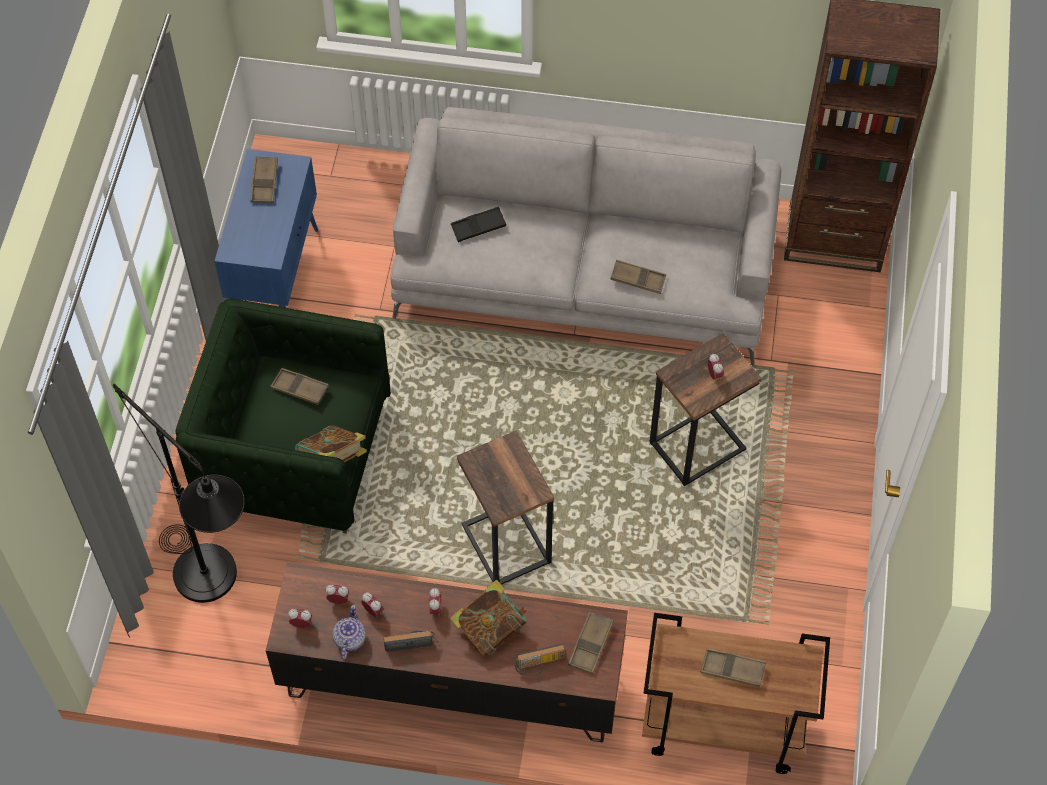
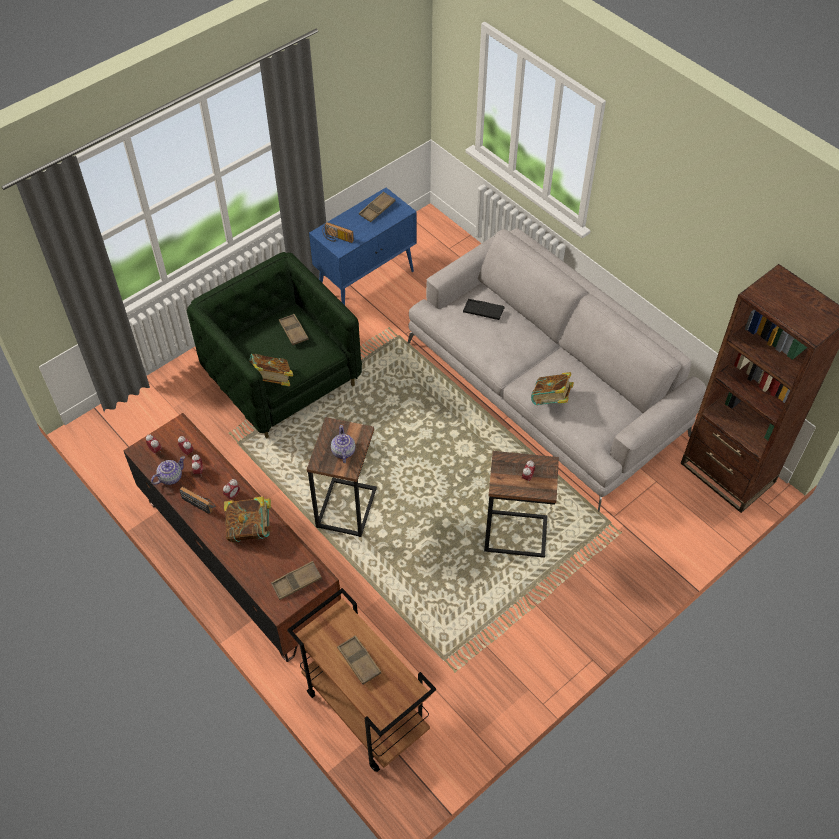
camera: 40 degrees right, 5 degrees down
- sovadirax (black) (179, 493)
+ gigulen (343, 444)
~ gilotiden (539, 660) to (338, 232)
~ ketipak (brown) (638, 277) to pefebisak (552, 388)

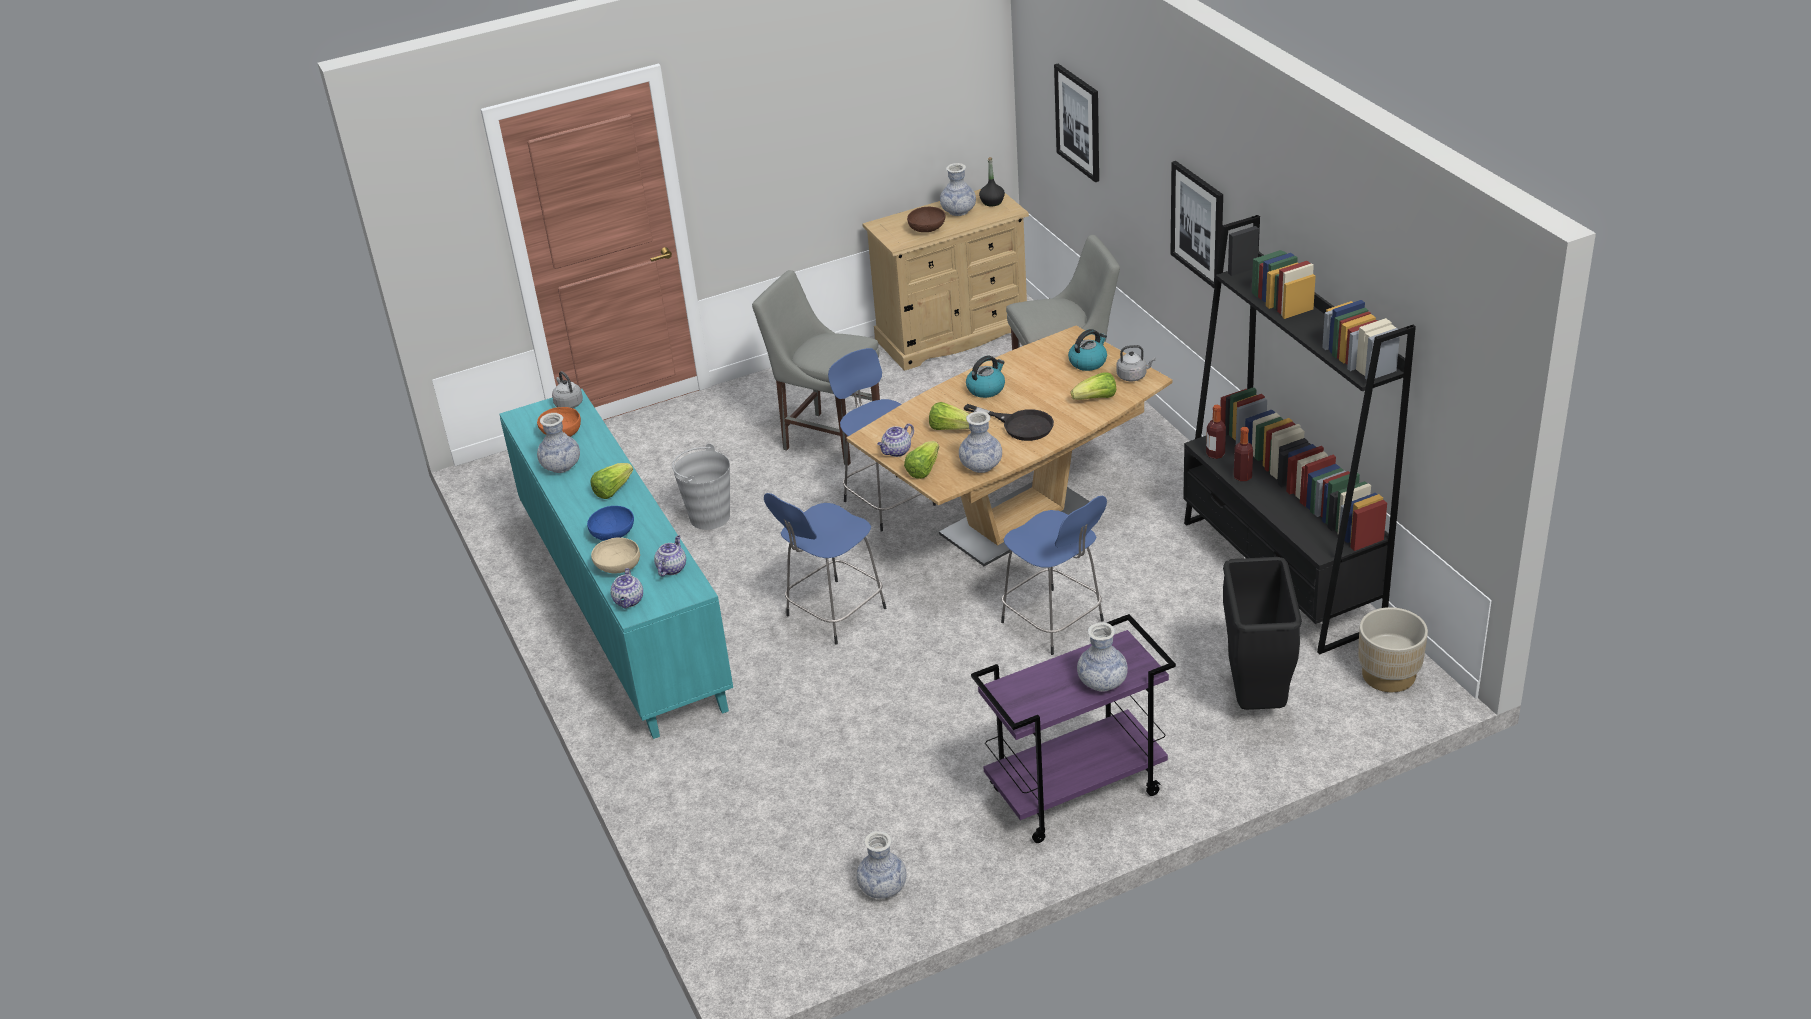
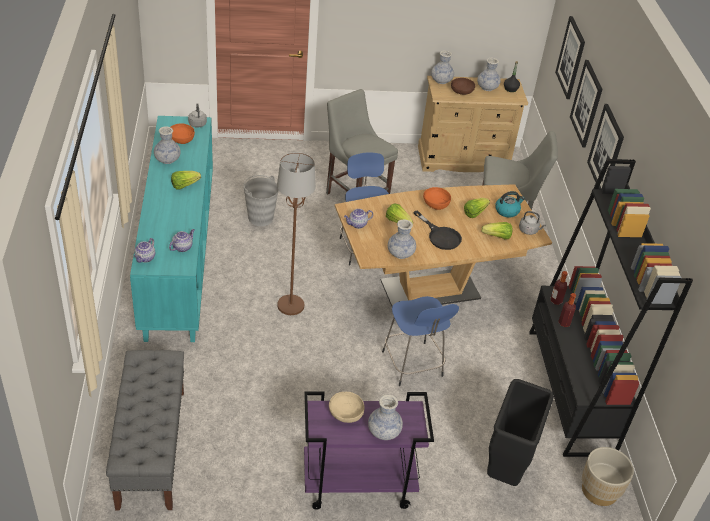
camera: 15 degrees right, 5 degrees up
- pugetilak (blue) (610, 523)
+ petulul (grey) (145, 430)
+ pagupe (586, 103)
~ pugetilak (beige) (615, 555) to (347, 407)
~ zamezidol (882, 865) to (442, 67)
~ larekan (921, 460) to (477, 208)
~ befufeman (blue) (825, 569) to sovadirax (brown) (296, 233)
~ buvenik (985, 377) to pugetilak (orange) (437, 198)

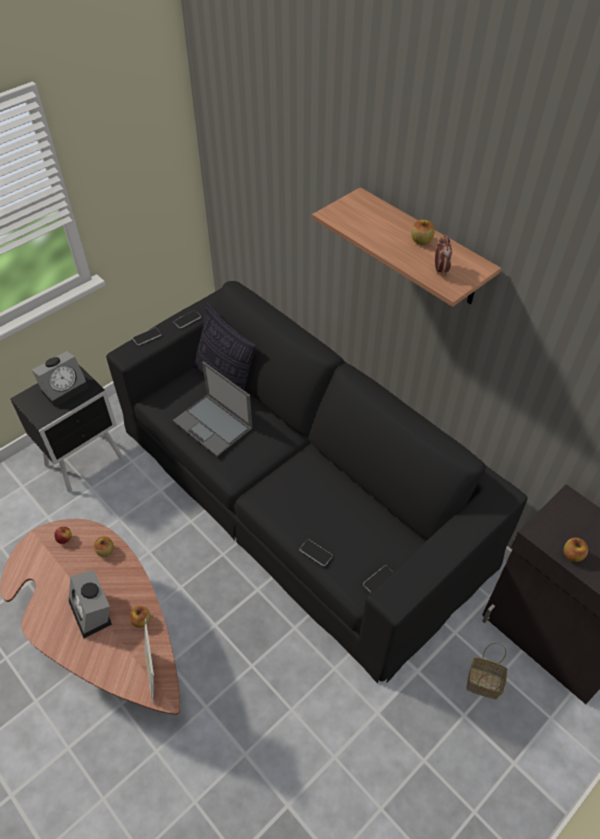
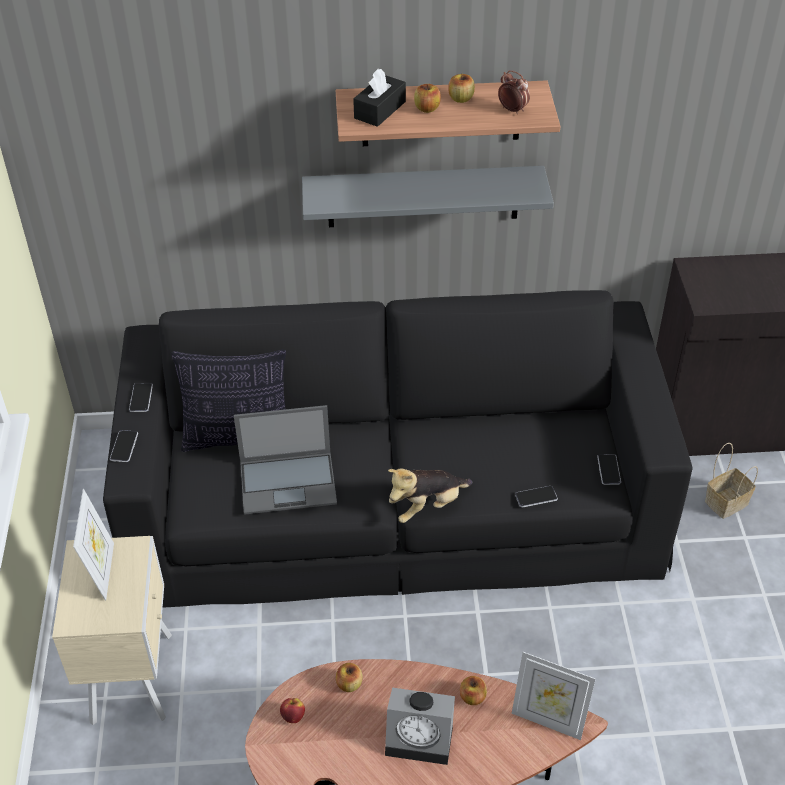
camera: 50 degrees left, 5 degrees down
+ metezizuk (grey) (428, 196)
+ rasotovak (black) (379, 98)
+ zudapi (430, 495)
~ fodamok (576, 550) to (427, 98)
~ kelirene (60, 379) to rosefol (93, 545)
~ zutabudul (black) (66, 428) to zutabudul (beige) (112, 630)

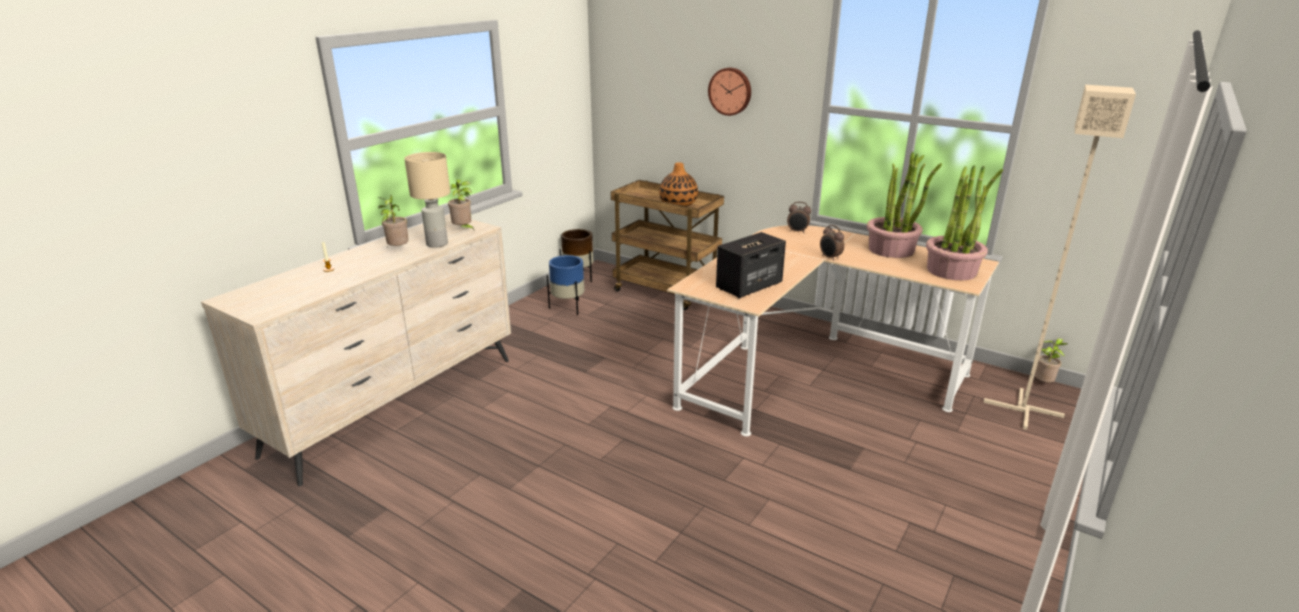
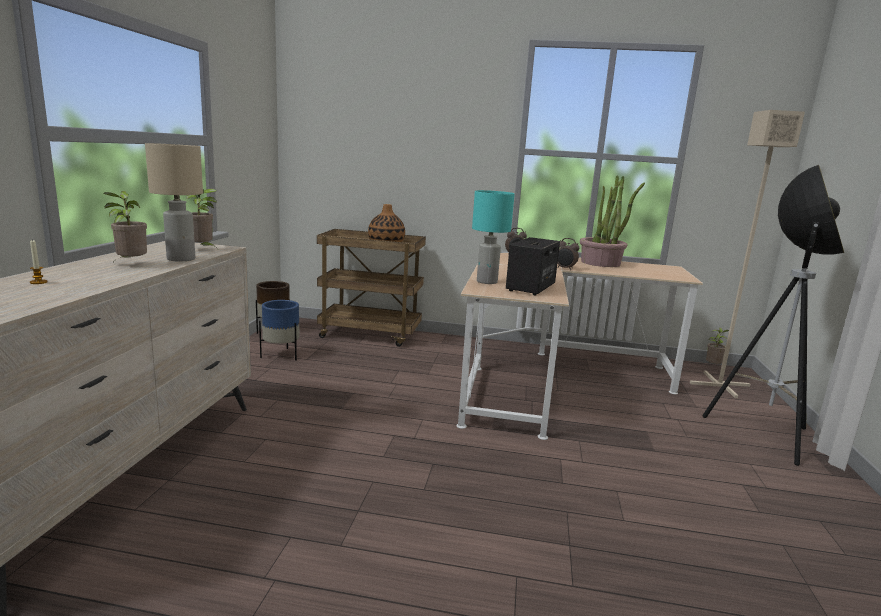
camera: 25 degrees left, 10 degrees down
- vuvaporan (729, 92)
- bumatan (964, 223)
+ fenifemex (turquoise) (493, 237)
+ sovadirax (773, 315)

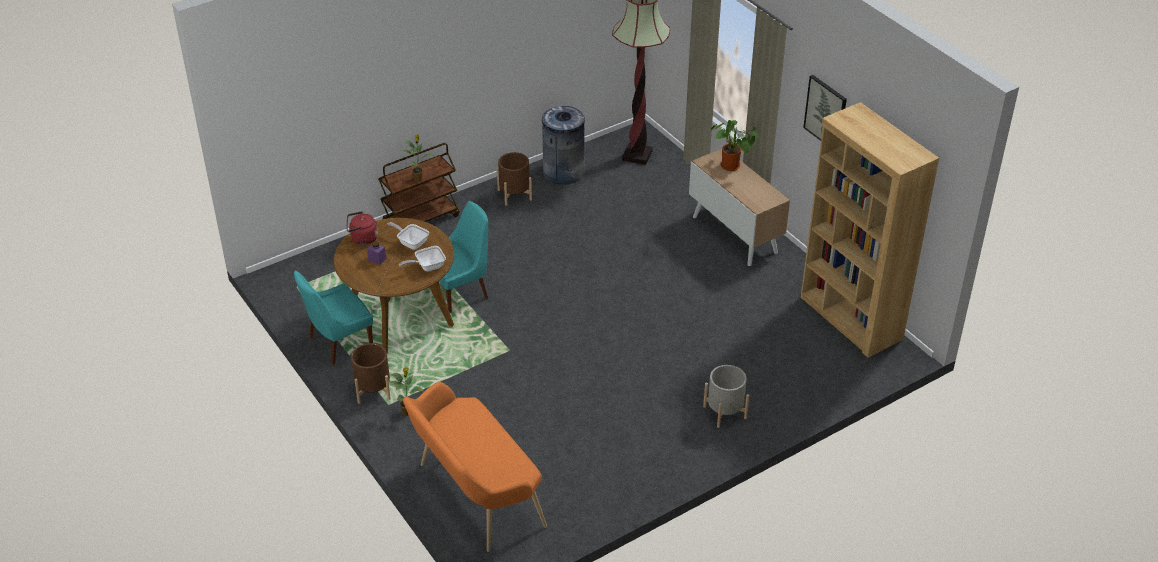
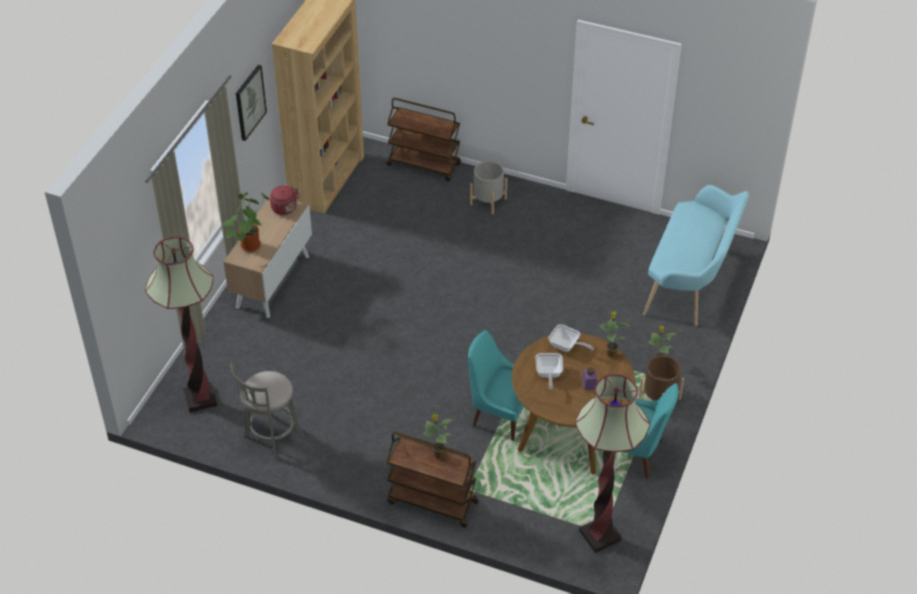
camera: 125 degrees left, 5 degrees up
- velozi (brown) (514, 179)
+ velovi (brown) (424, 140)
+ sovadirax (612, 463)
+ bumatan (614, 334)
~ buvenik (red) (362, 228) to (285, 200)
~ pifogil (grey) (563, 145) to befufeman (grey) (266, 410)
~ petulul (orange) (475, 467) to petulul (turquoise) (696, 255)

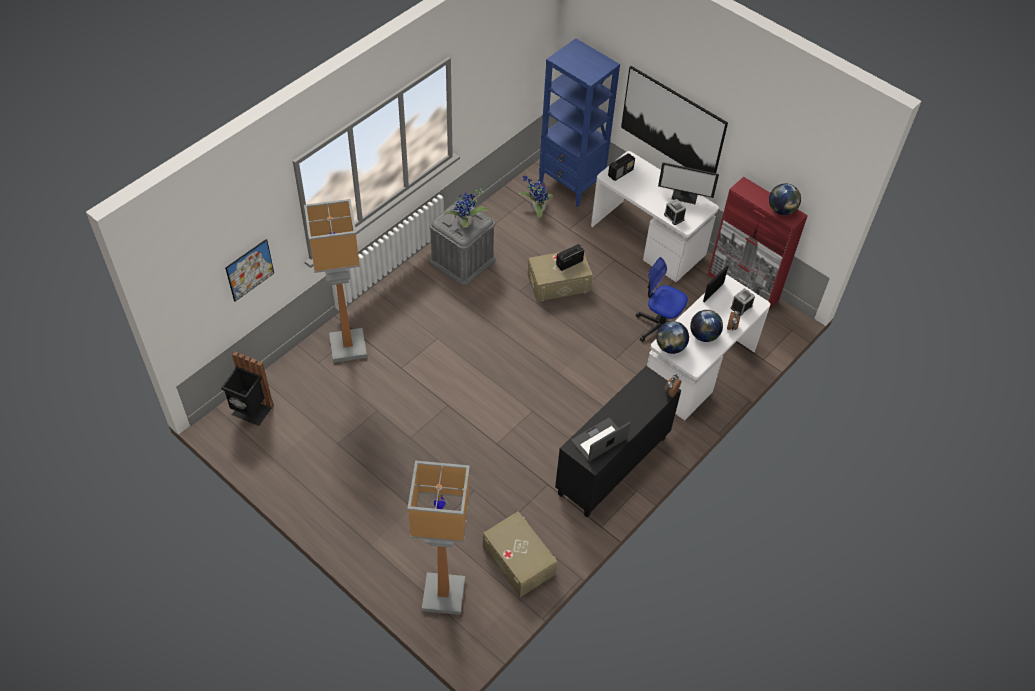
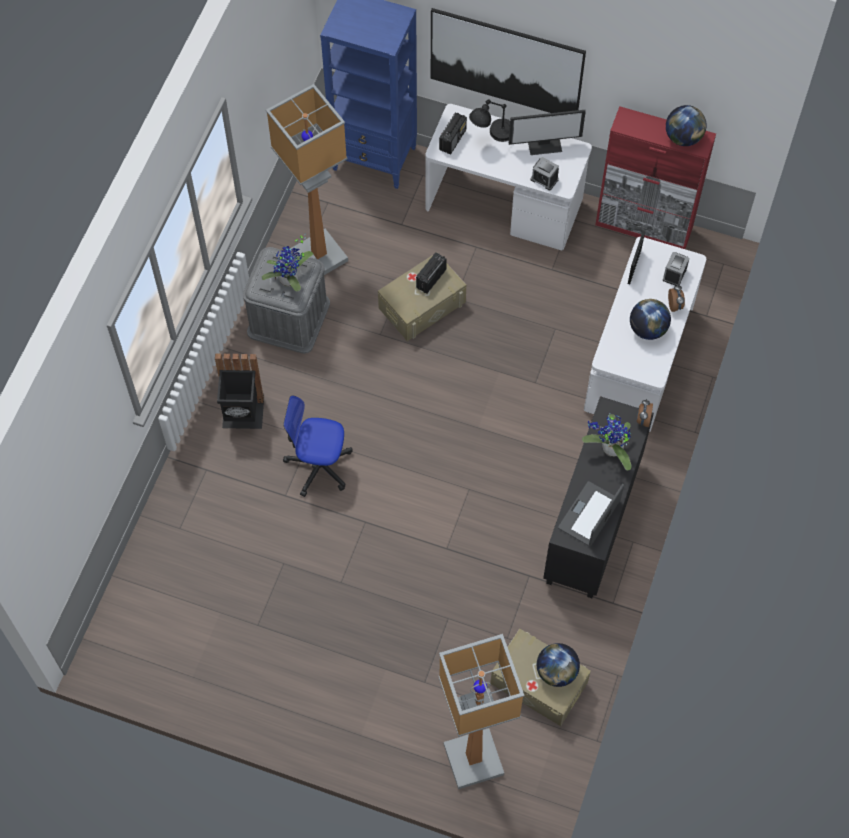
camera: 20 degrees left, 10 degrees up
- pagupe (249, 270)
+ fenifemex (black) (489, 120)
~ pifogil (black) (247, 388) to (239, 391)
~ sovadirax (335, 281) to (307, 179)
~ bumatan (536, 197) to (607, 441)
~ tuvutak (662, 299) to (318, 446)
~ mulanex (672, 337) to (558, 665)

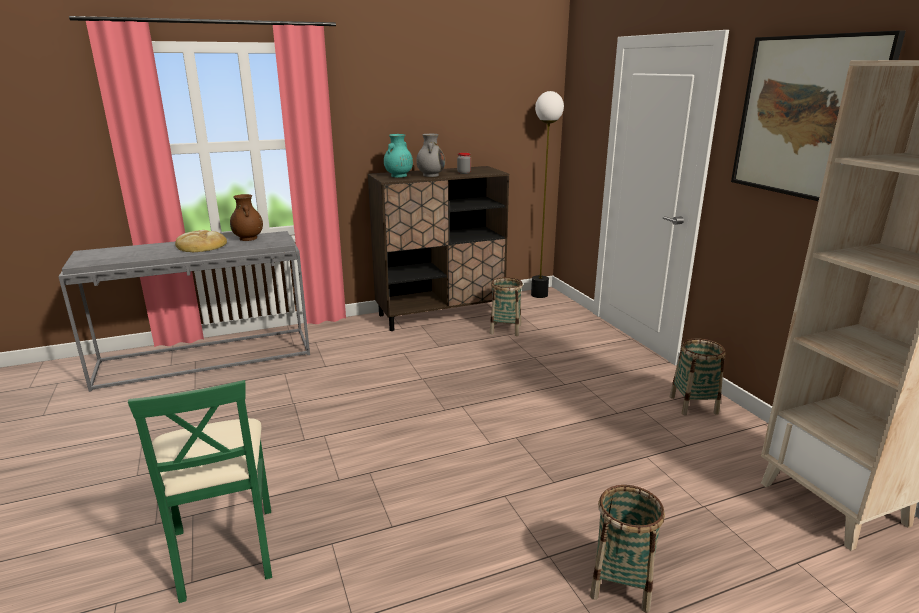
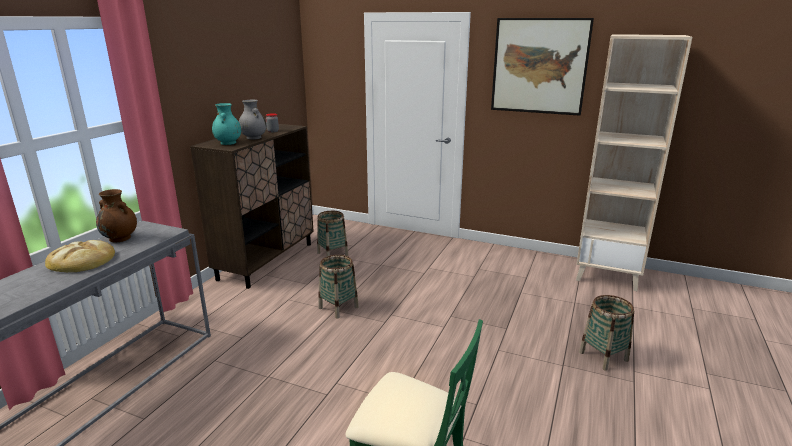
camera: 45 degrees left, 0 degrees up
- sovadirax (547, 194)
~ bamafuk (697, 376) to (338, 287)

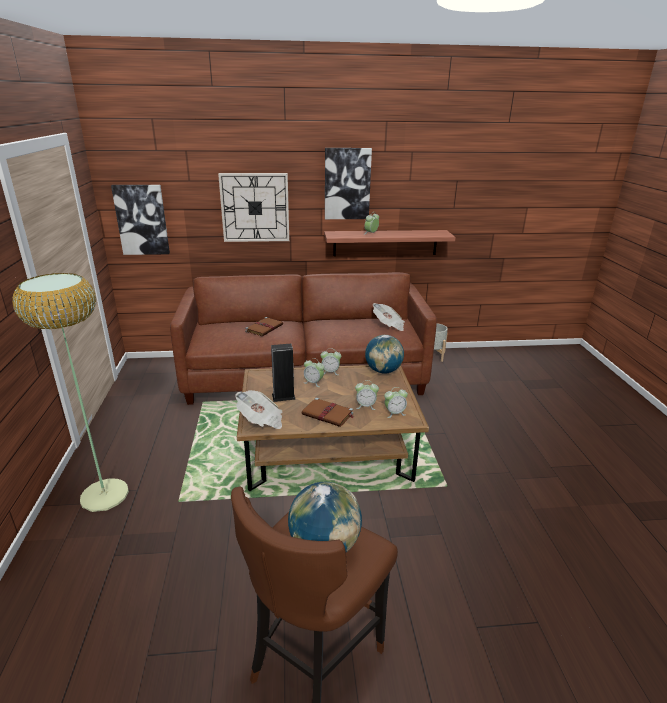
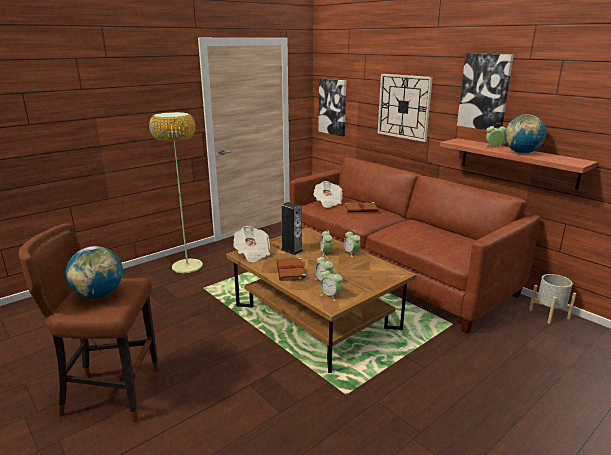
camera: 55 degrees right, 5 degrees down
~ mulanex (384, 354) to (525, 134)
~ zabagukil (389, 317) to (327, 194)

